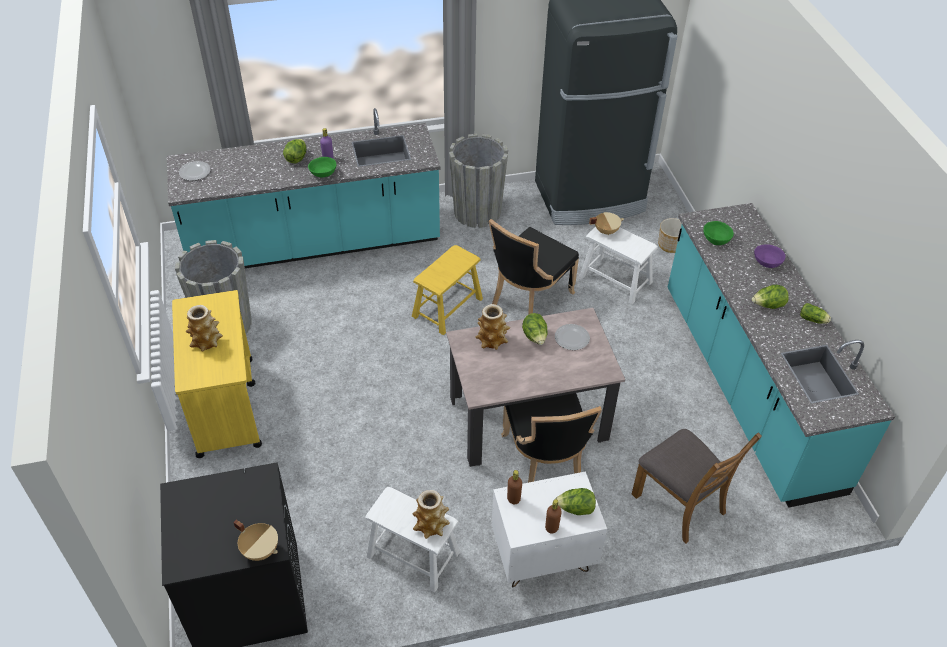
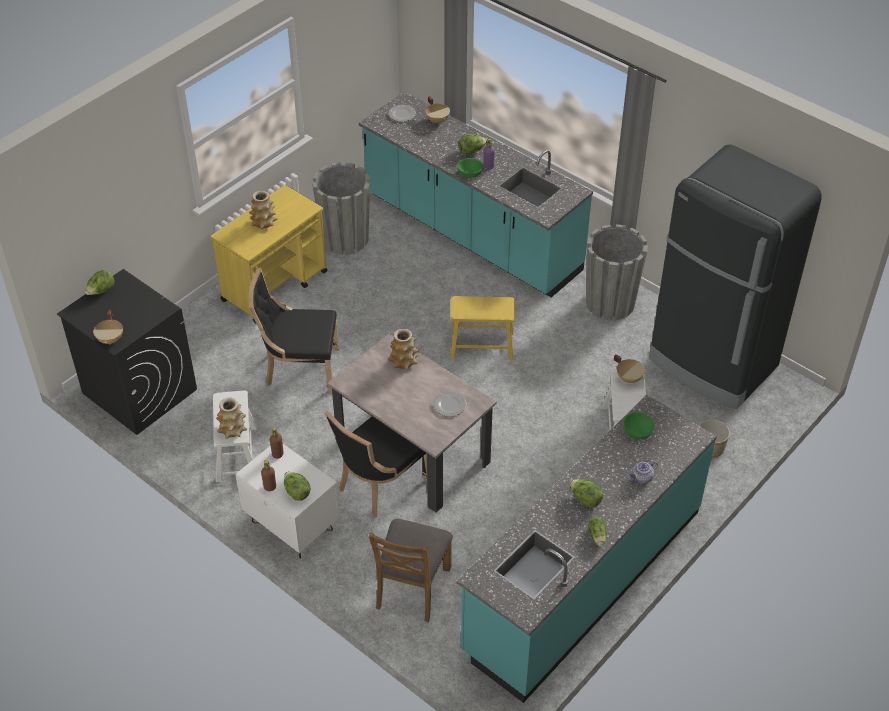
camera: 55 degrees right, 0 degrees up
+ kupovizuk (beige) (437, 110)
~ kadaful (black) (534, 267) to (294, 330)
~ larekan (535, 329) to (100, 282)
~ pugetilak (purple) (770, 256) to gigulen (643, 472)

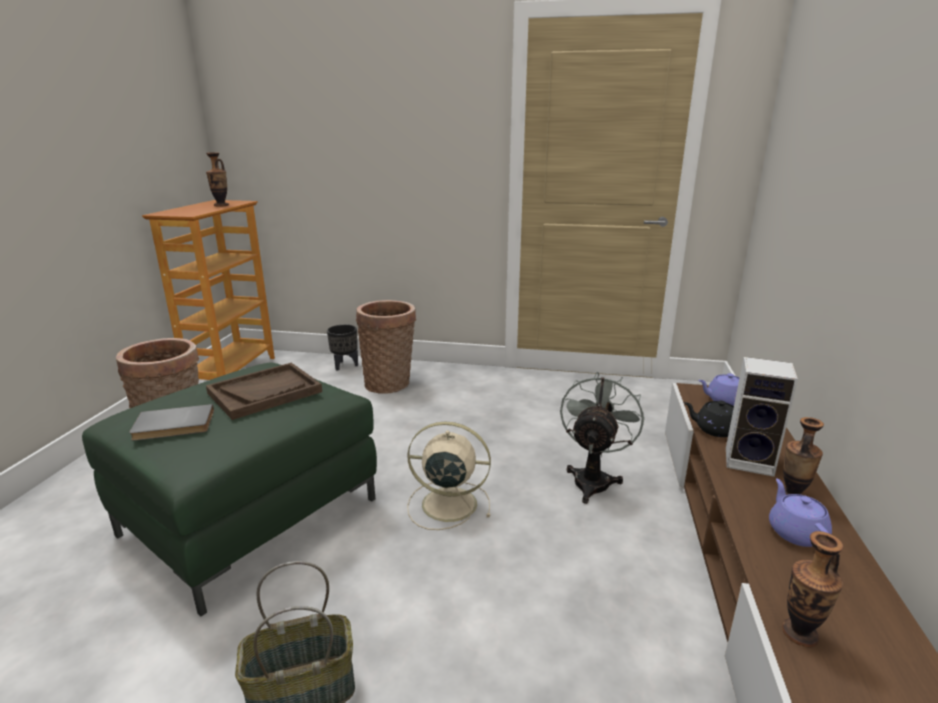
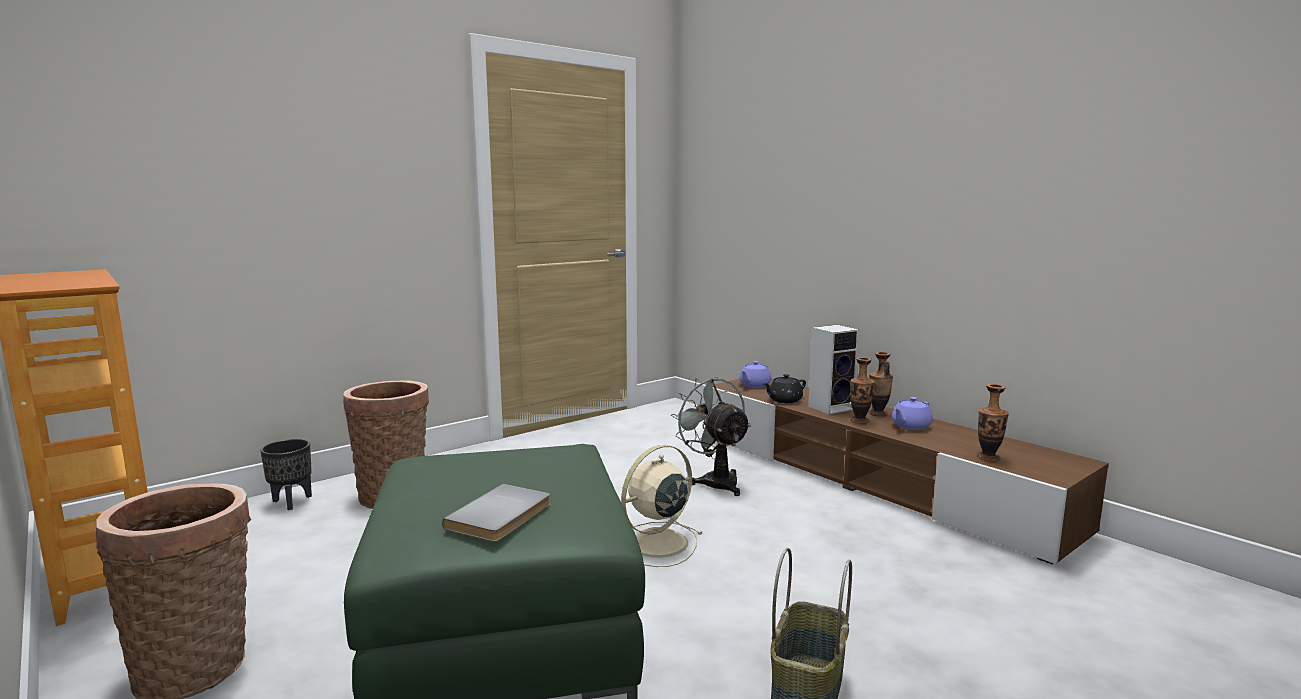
camera: 50 degrees left, 10 degrees down
- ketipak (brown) (264, 391)
~ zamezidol (217, 179) to (862, 390)
~ gigulen (purple) (800, 513) = (912, 413) 75 degrees counterclockwise

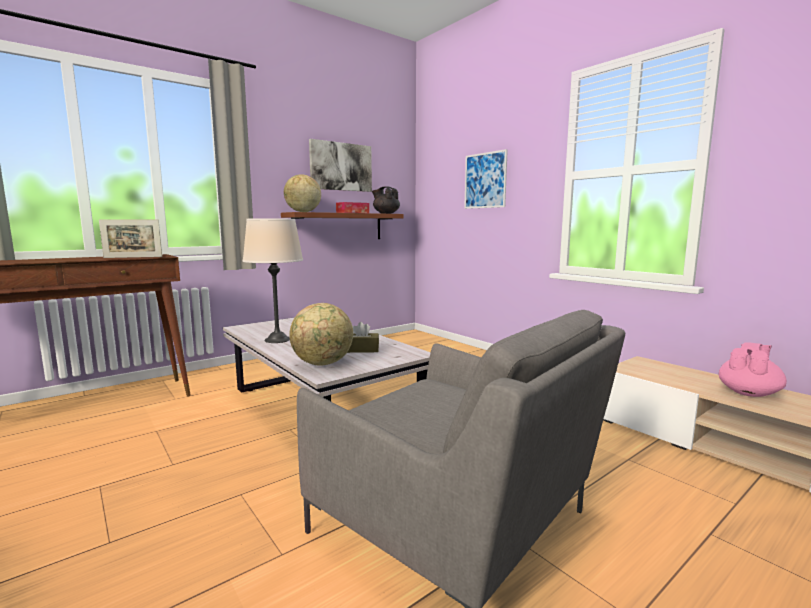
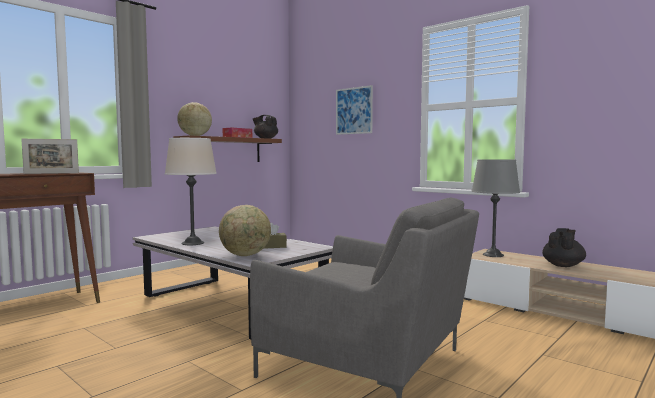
camera: 10 degrees left, 5 degrees down
- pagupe (340, 165)
+ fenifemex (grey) (496, 208)
~ gigulen (pink) (753, 369) to gigulen (black) (564, 247)

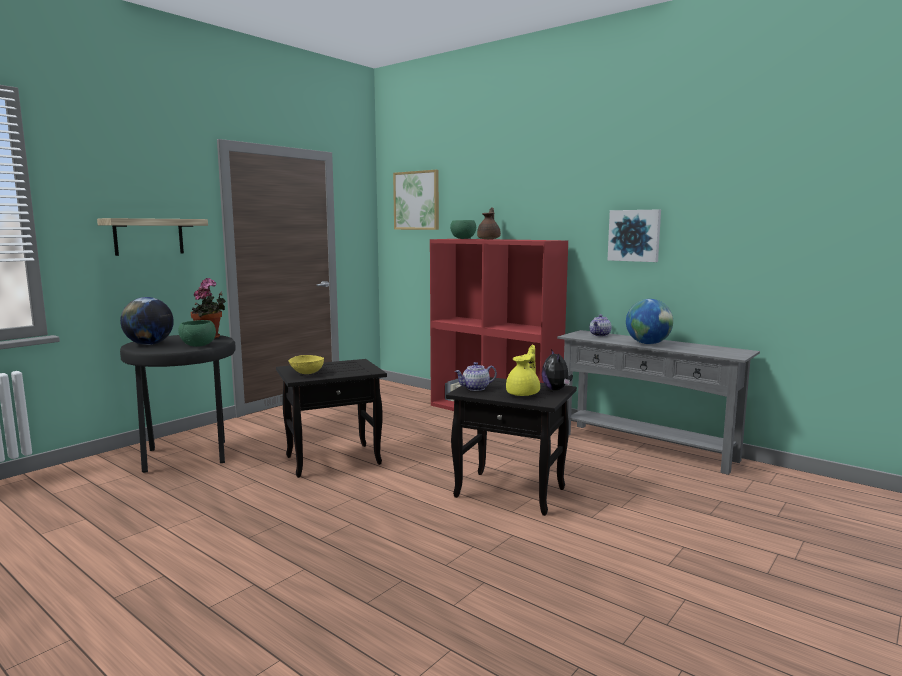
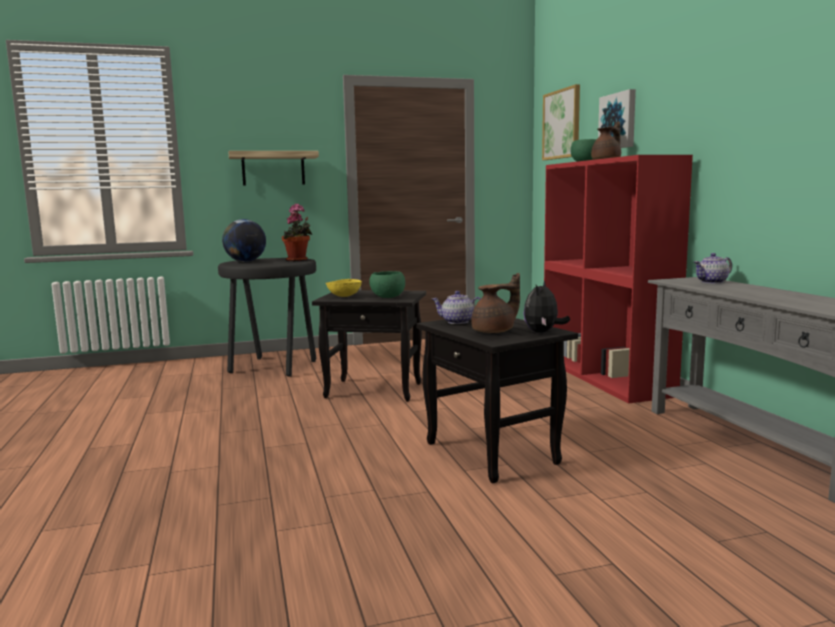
camera: 35 degrees right, 0 degrees up
- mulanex (649, 321)
~ pugetilak (green) (197, 333) to (387, 284)
~ pagupe (634, 236) to (617, 118)
~ gigulen (yellow) (523, 370) to gigulen (brown) (495, 303)

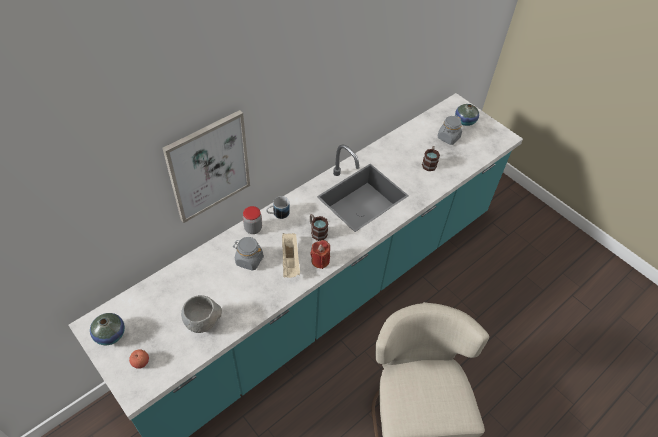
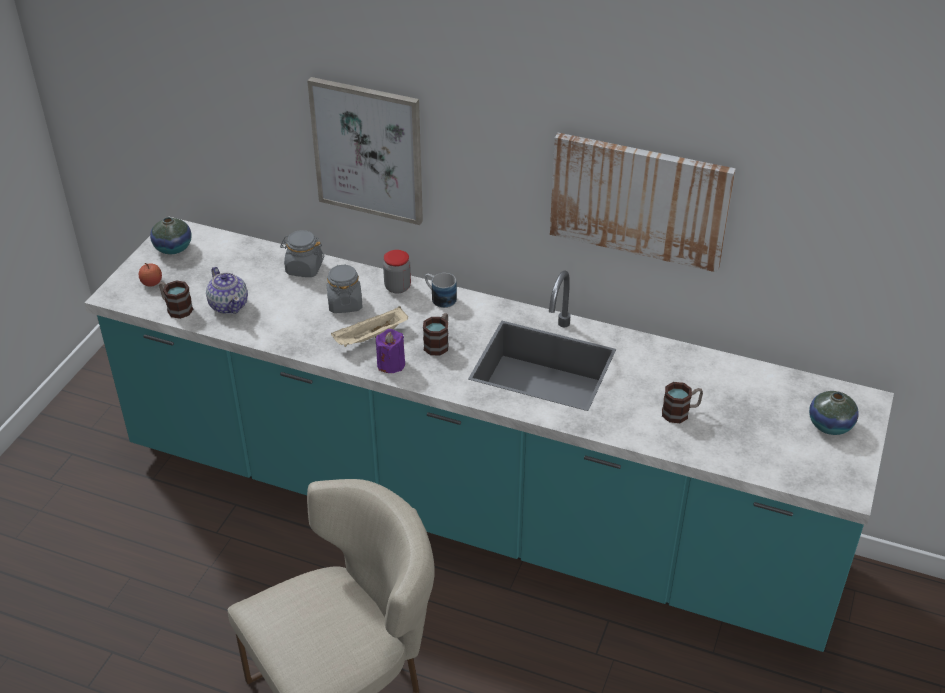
camera: 65 degrees right, 10 degrees down
+ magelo (176, 299)
+ pagupe (643, 203)
~ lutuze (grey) (449, 130) to (302, 253)
~ pugetilak (grey) (201, 314) to gigulen (227, 290)
~ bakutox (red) (320, 254) to bakutox (purple) (390, 351)

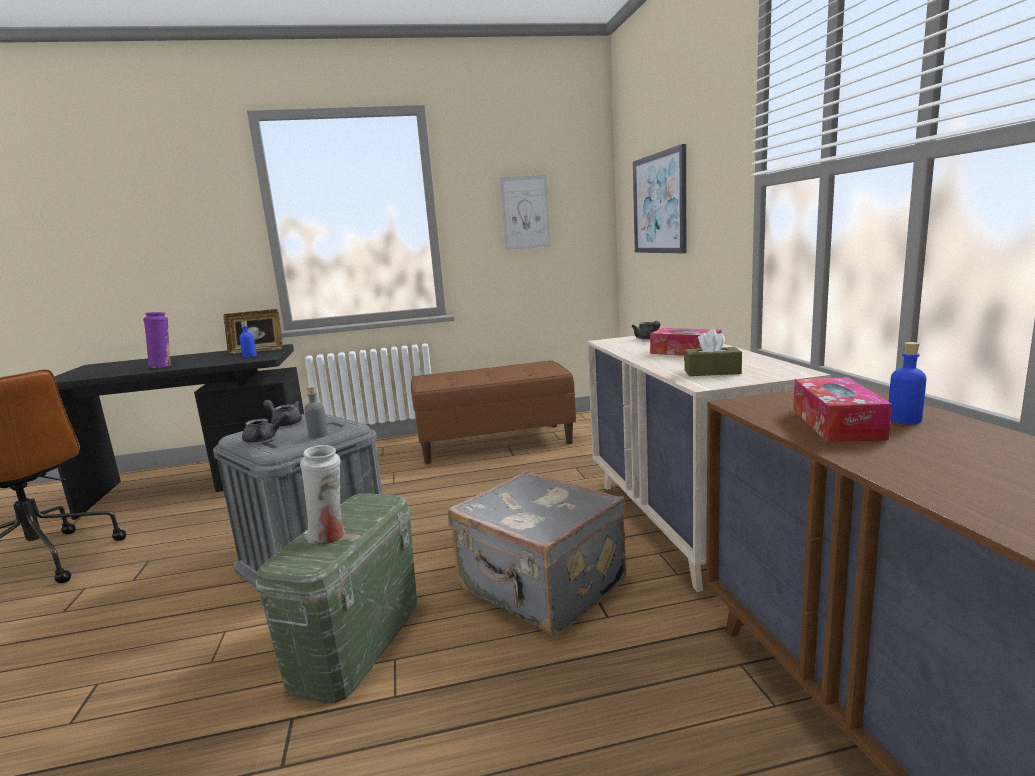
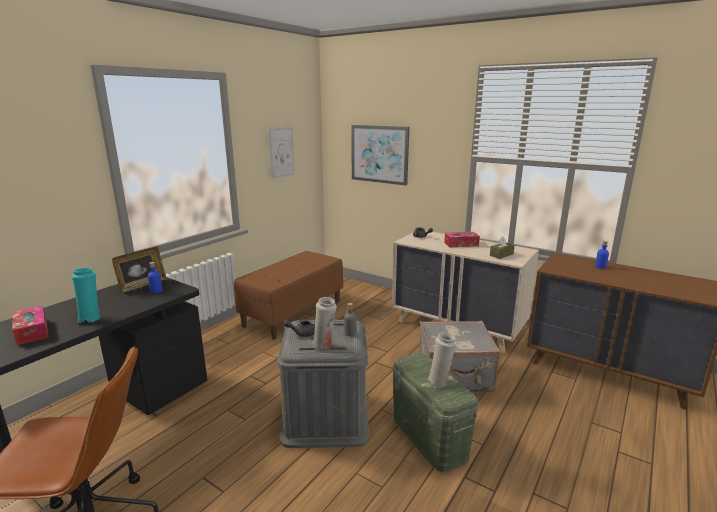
camera: 45 degrees left, 5 degrees up
~ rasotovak (842, 409) to (30, 325)
~ gigulen (grey) (266, 427) to zamezidol (white) (324, 323)
~ zamezidol (purple) (157, 340) to zamezidol (turquoise) (85, 295)

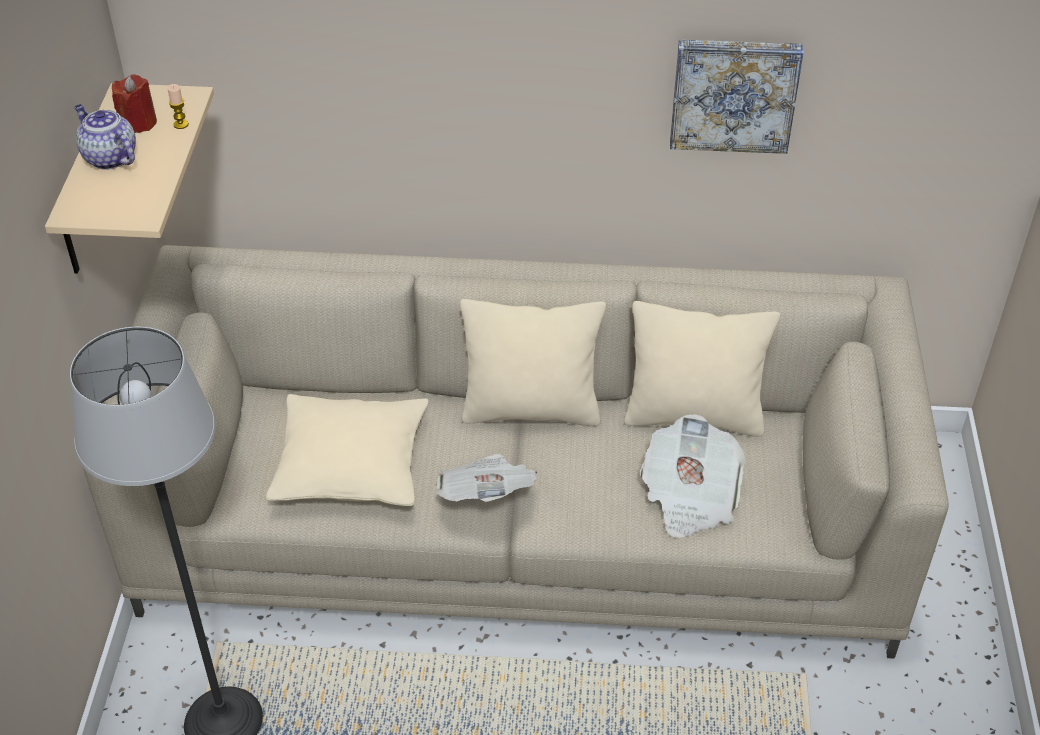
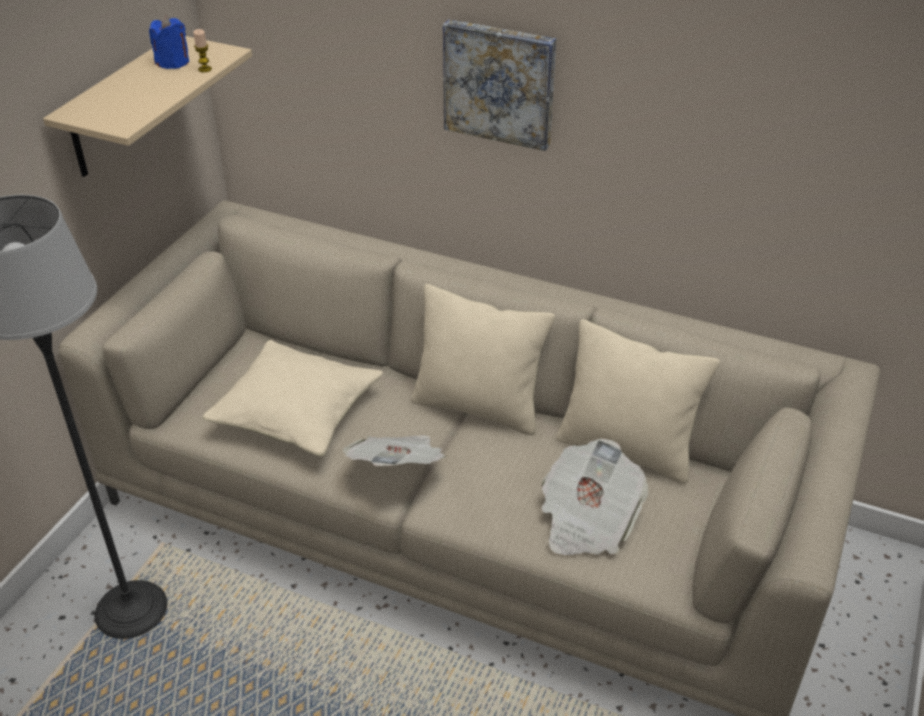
camera: 20 degrees right, 5 degrees down
- gigulen (105, 137)
~ pagupe (737, 96) to (499, 85)
~ bakutox (red) (134, 103) to bakutox (blue) (169, 42)

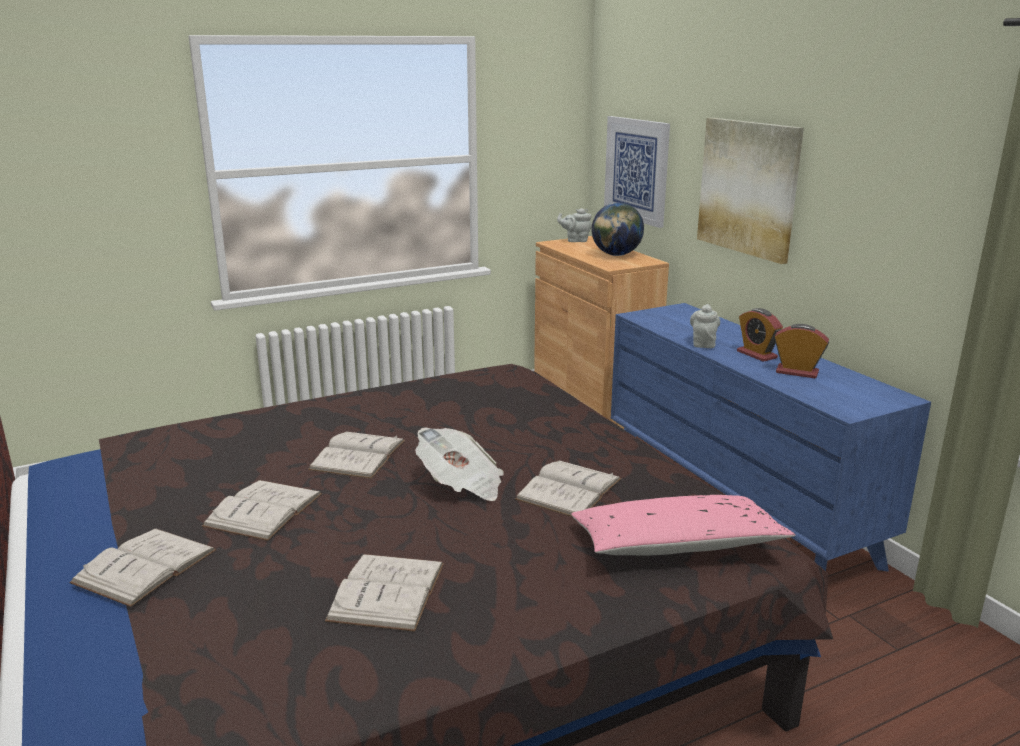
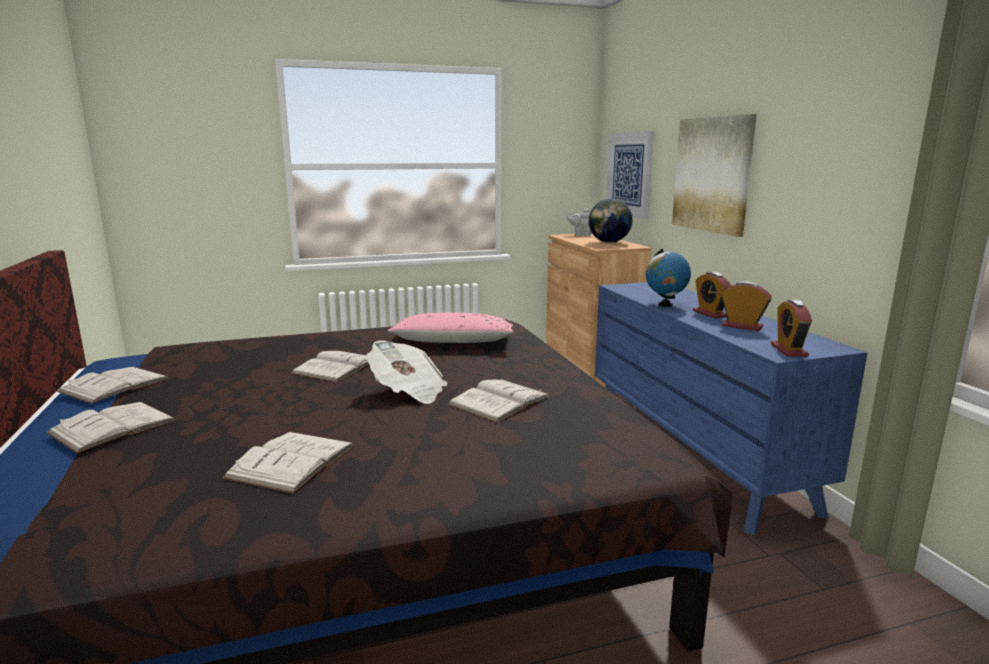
camera: 10 degrees right, 5 degrees down
+ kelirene (791, 328)
~ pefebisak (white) (262, 510) to (113, 385)
~ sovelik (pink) (683, 525) to (450, 327)
~ gigulen (grey) (705, 326) to mulanex (668, 278)

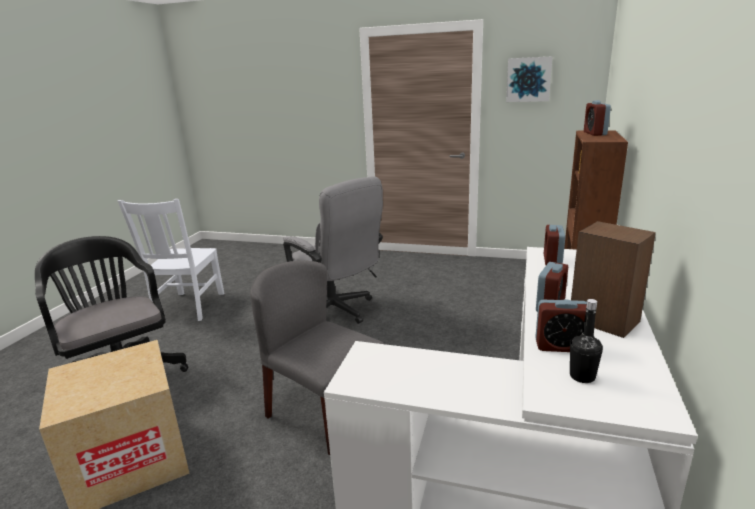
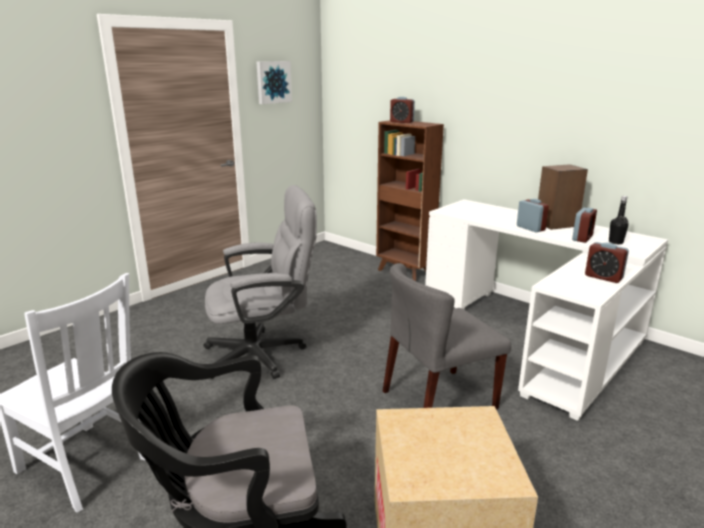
camera: 65 degrees left, 0 degrees up
~ kelirene (554, 245) to (607, 262)

